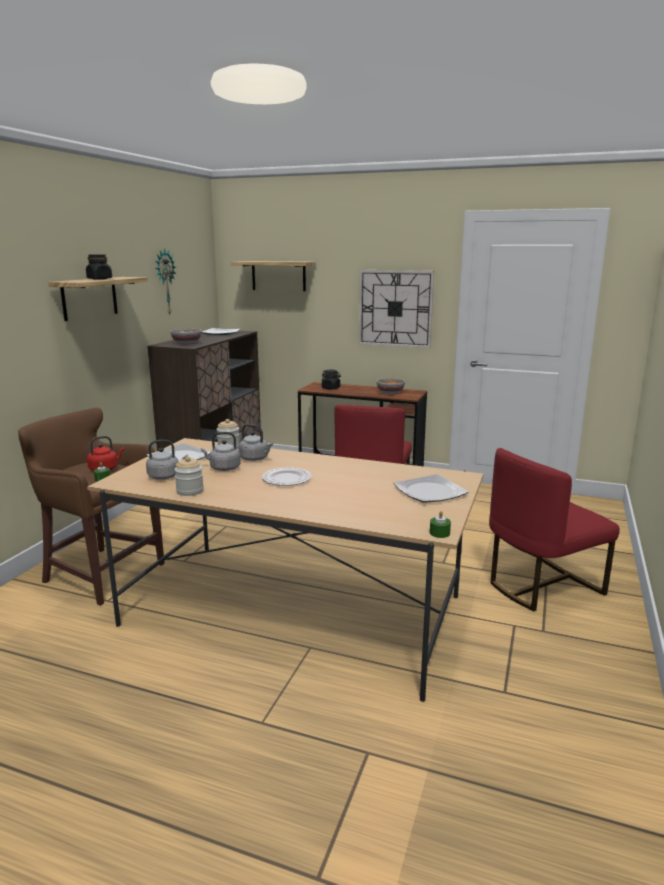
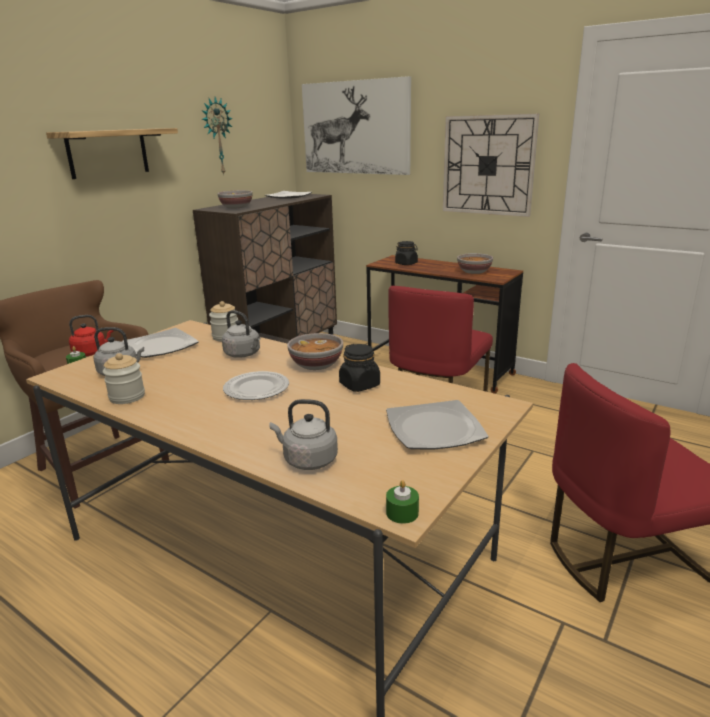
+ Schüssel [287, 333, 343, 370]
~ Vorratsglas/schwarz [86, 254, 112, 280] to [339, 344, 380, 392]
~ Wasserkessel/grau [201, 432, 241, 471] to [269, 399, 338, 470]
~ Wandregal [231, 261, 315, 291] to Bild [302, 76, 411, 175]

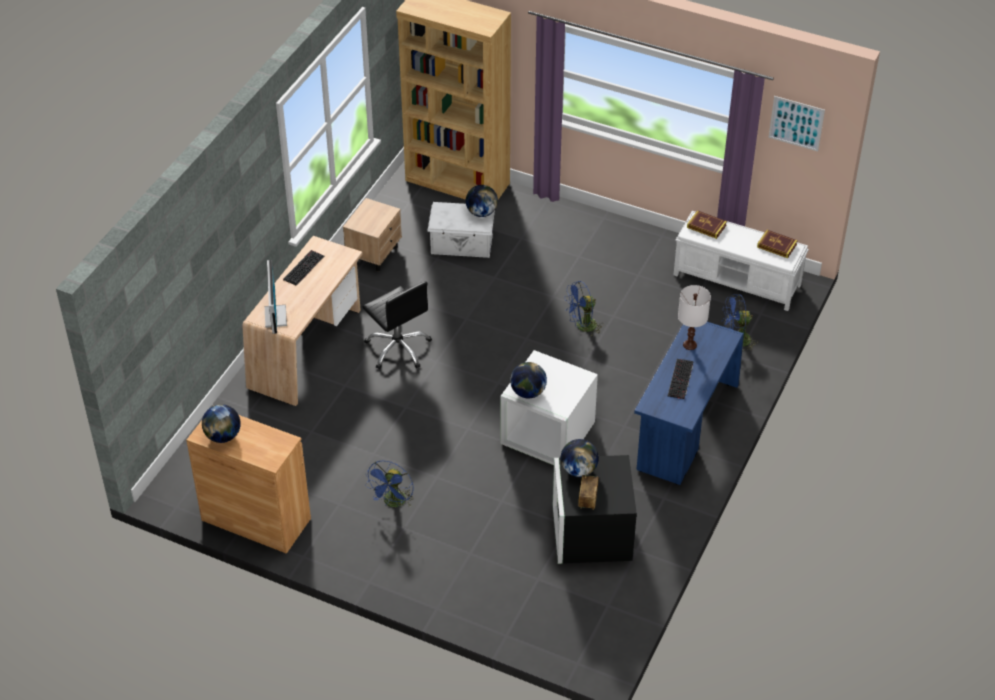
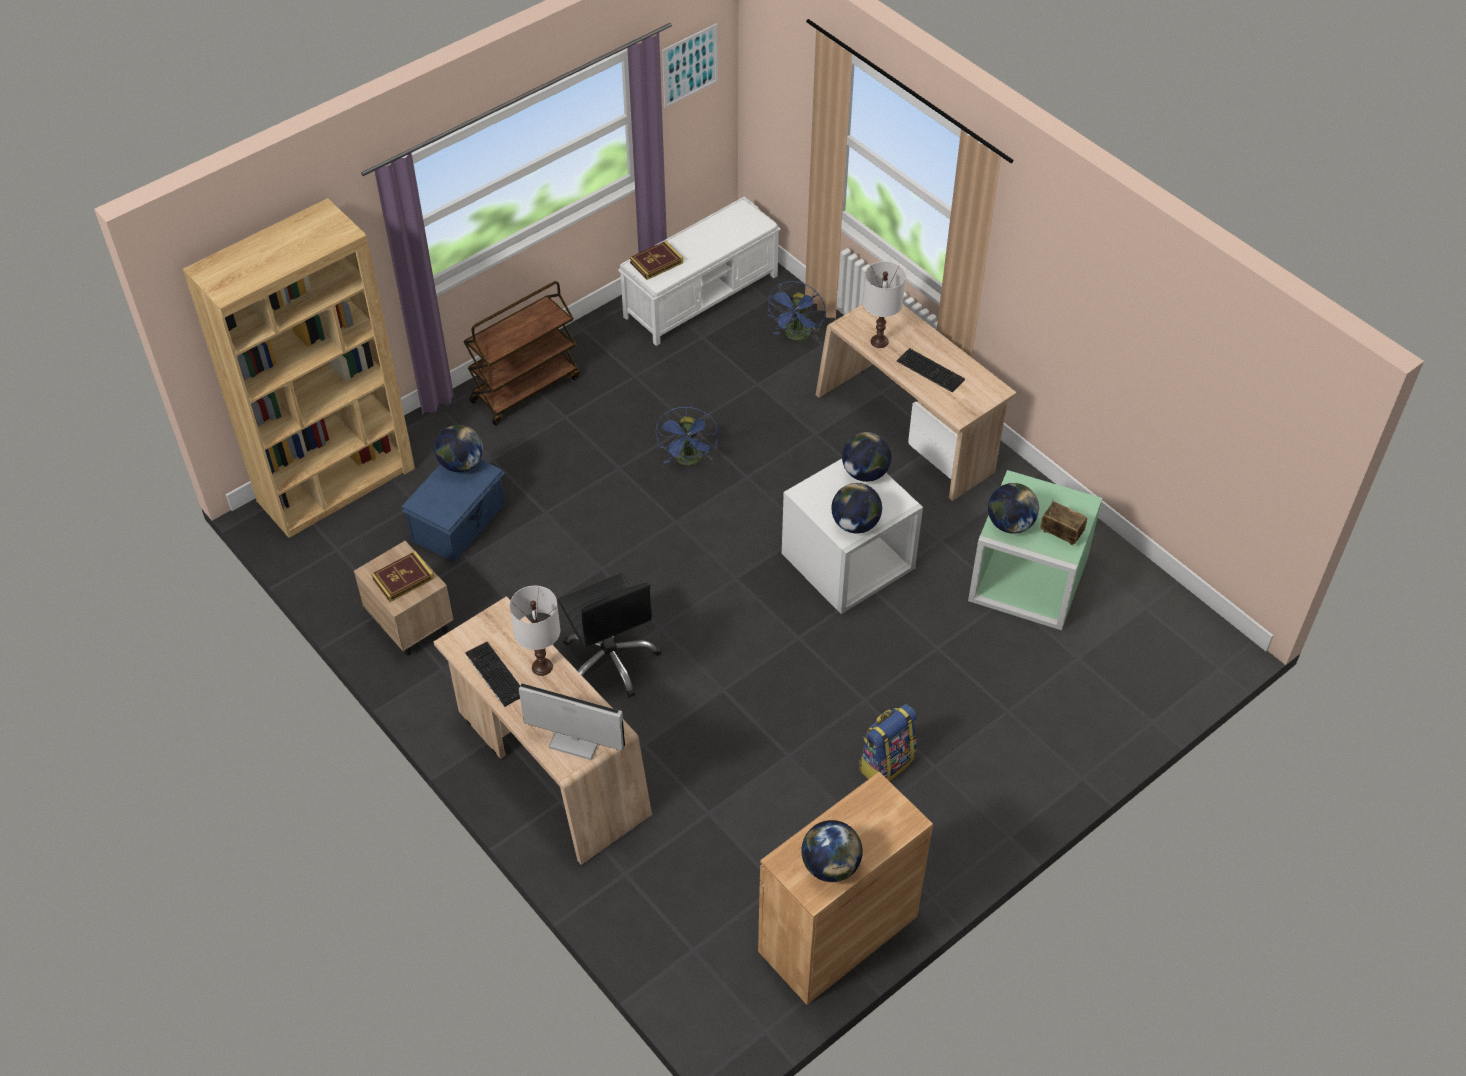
+ Rollwagen/braun [463, 281, 580, 425]
+ Tischlampe/weiß [510, 586, 560, 676]
+ Globus [842, 432, 892, 482]
~ Buch [757, 230, 798, 258] to [371, 551, 434, 602]
~ Ventilator/blau [365, 461, 414, 507] to Rucksack [859, 704, 917, 781]
~ Aufbewahrungsbox/weiß [427, 202, 495, 258] to Aufbewahrungsbox/blau [401, 459, 505, 562]
~ Aufbewahrungsbox/schwarz [553, 455, 637, 564] to Aufbewahrungsbox/grün [968, 470, 1102, 630]
~ Schreibtisch/blau [634, 322, 744, 485] to Schreibtisch/beige [816, 304, 1017, 501]
~ Bürostuhl/schwarz [363, 281, 432, 369] = [558, 573, 661, 698] 75 degrees clockwise

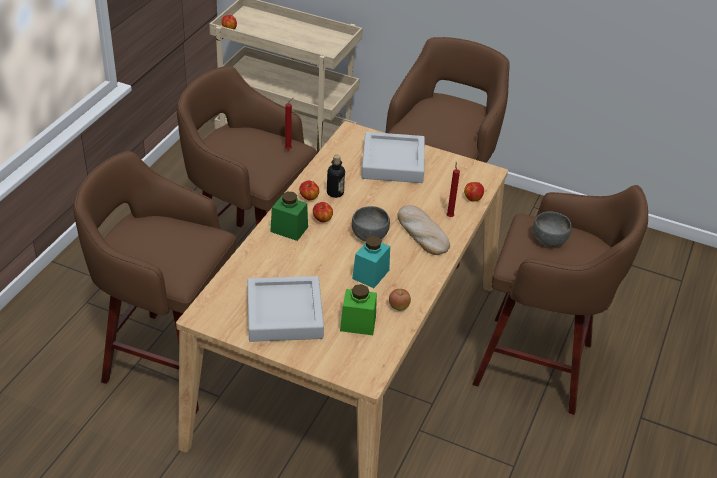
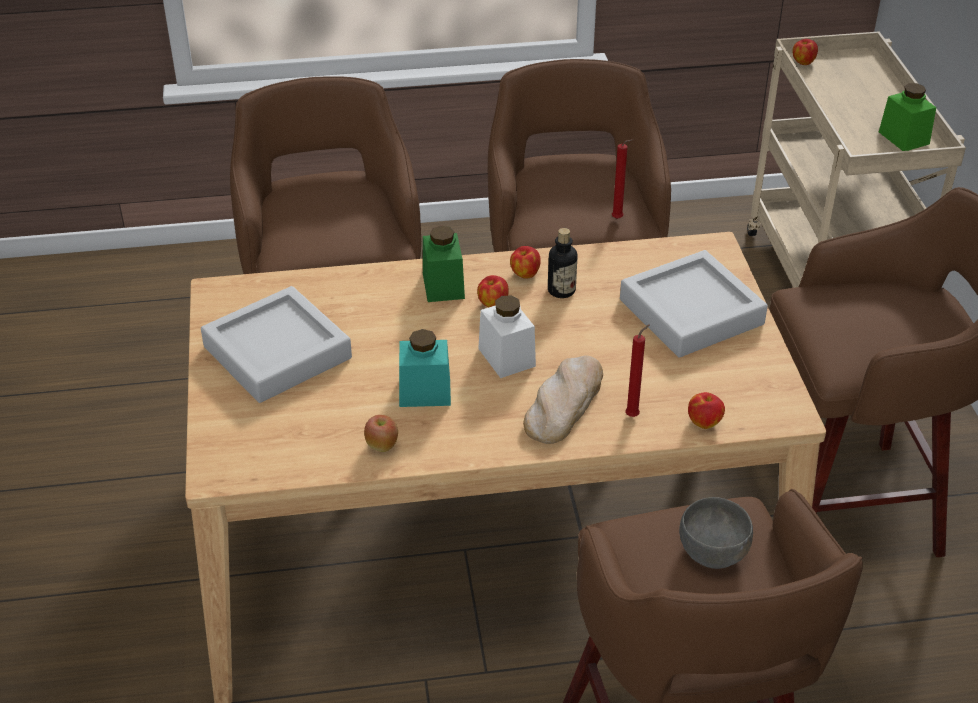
~ Vorratsglas/grün [340, 284, 377, 335] to [879, 83, 936, 151]
~ Schüssel/grau [352, 206, 390, 242] to Vorratsglas/weiß [478, 295, 536, 378]

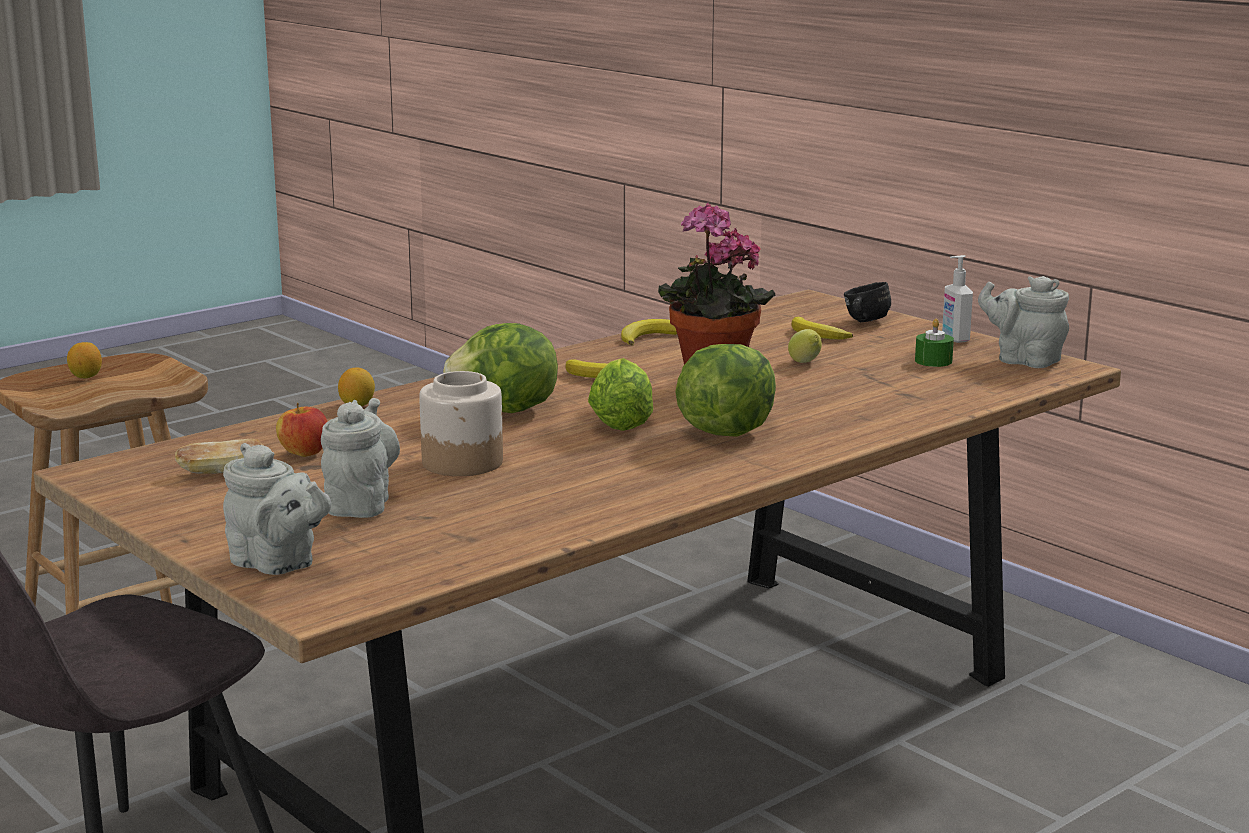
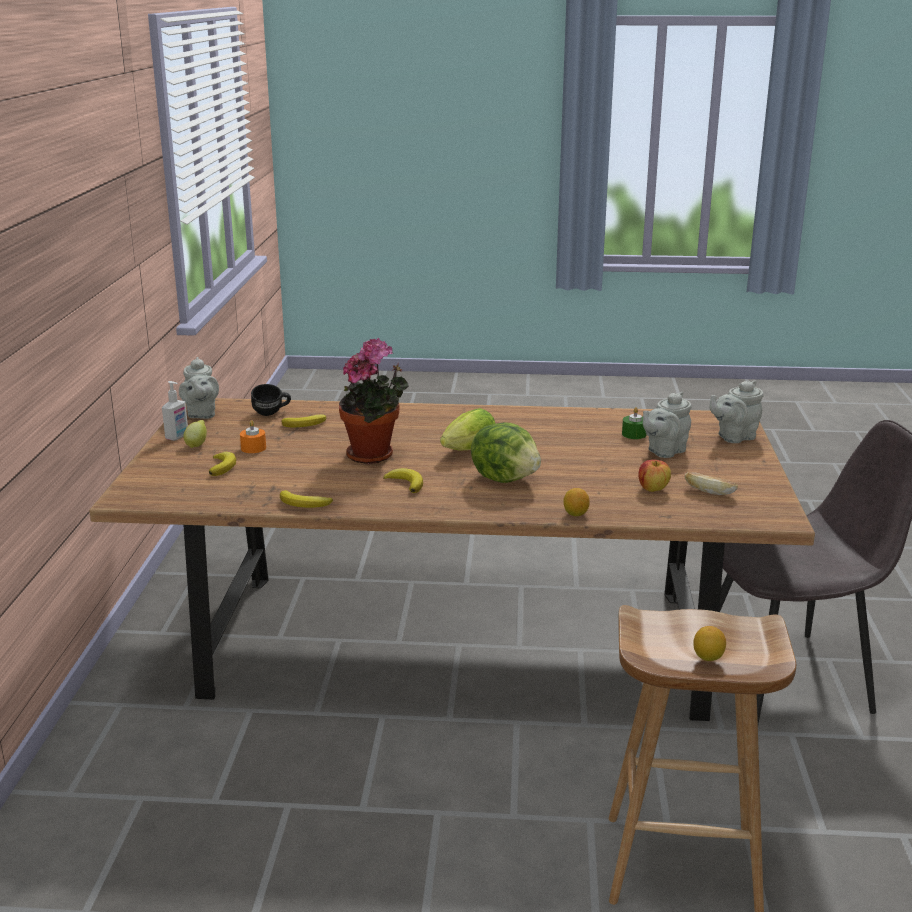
- Vorratsglas [419, 371, 503, 476]
- Salatkopf [675, 344, 776, 437]
+ Kerze/orange [240, 420, 266, 453]
+ Banane [281, 414, 326, 428]
~ Zitrone [788, 329, 822, 363] to [183, 420, 207, 448]
~ Henkelbecher/schwarz [844, 282, 891, 322] to [251, 384, 291, 416]
~ Kerze/grün [915, 318, 954, 367] to [622, 407, 646, 439]
~ Teekanne/grau [223, 443, 331, 575] = [710, 381, 764, 443] 105 degrees counterclockwise

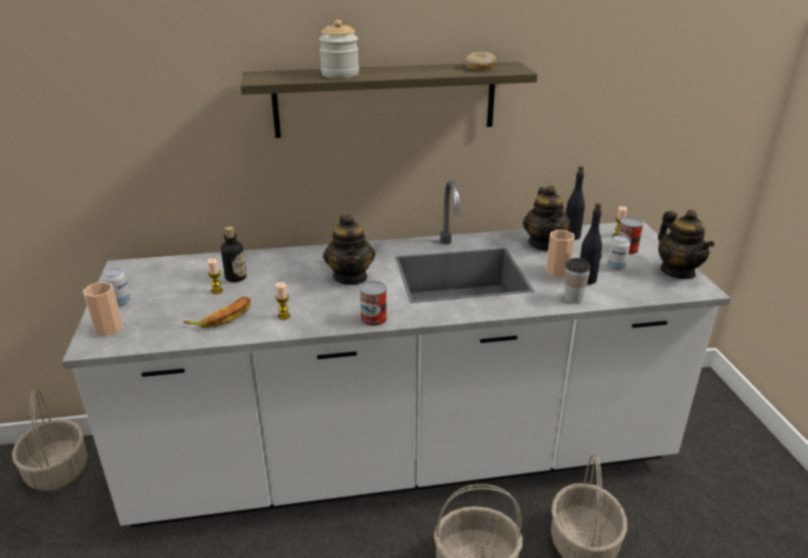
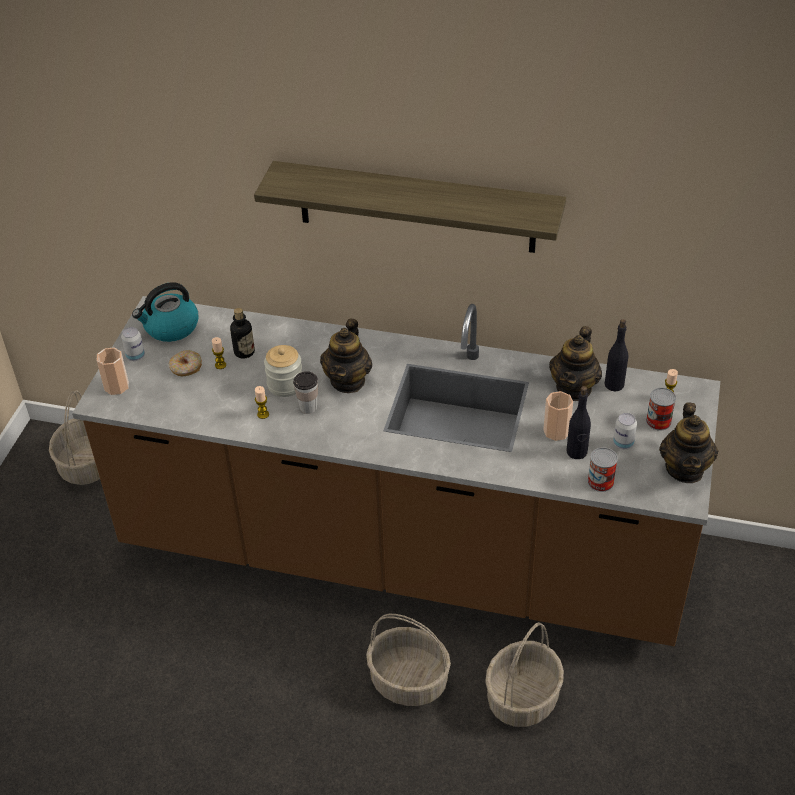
- Banane [183, 297, 251, 328]
+ Wasserkessel [132, 282, 198, 342]
~ Vorratsglas [319, 20, 359, 78] to [264, 345, 302, 397]
~ Dose [360, 281, 387, 326] to [587, 447, 618, 492]
~ Donut [464, 52, 497, 70] to [169, 350, 202, 376]
~ Tasse [564, 258, 591, 304] to [293, 371, 318, 414]
~ Küchenzeile/weiß [62, 181, 731, 527] to Küchenzeile/braun [72, 296, 720, 646]

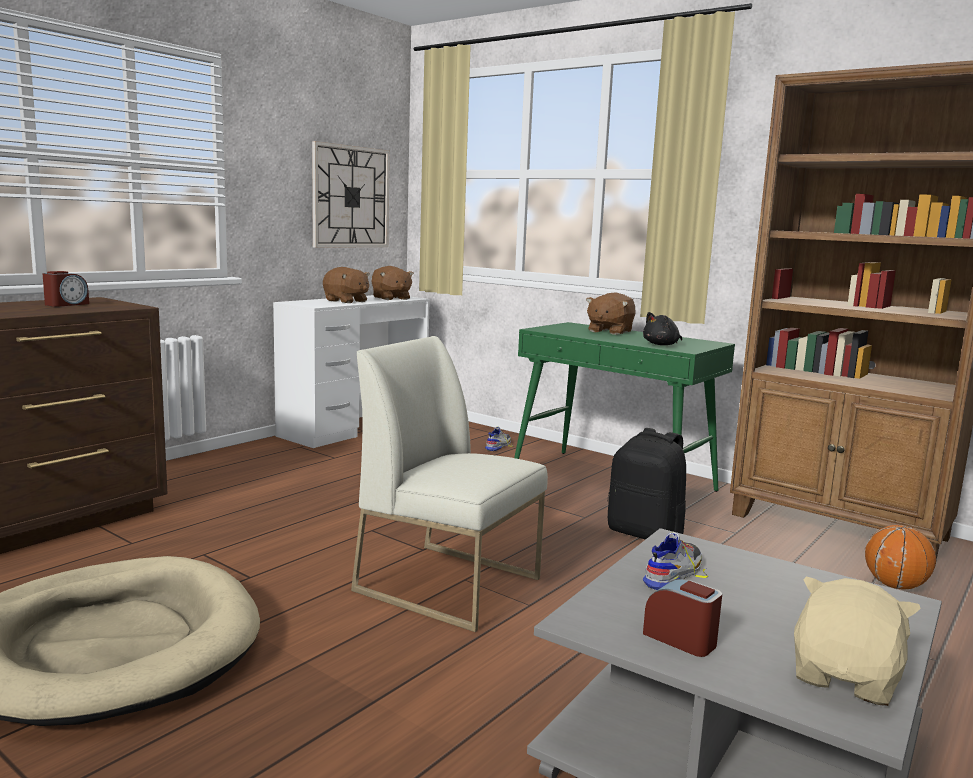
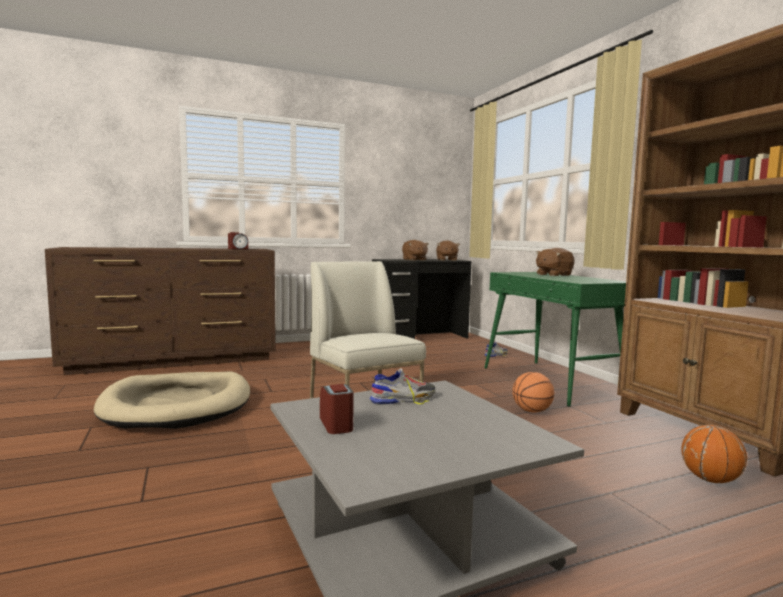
- Wanduhr [312, 141, 390, 248]
- Plüschtier/schwarz [643, 312, 682, 345]
- Plüschtier/beige [794, 576, 921, 706]
~ Rucksack/schwarz [608, 428, 686, 540] to Basketball [512, 372, 554, 412]
~ Schreibtisch/weiß [273, 295, 430, 448] to Schreibtisch/schwarz [372, 259, 471, 339]

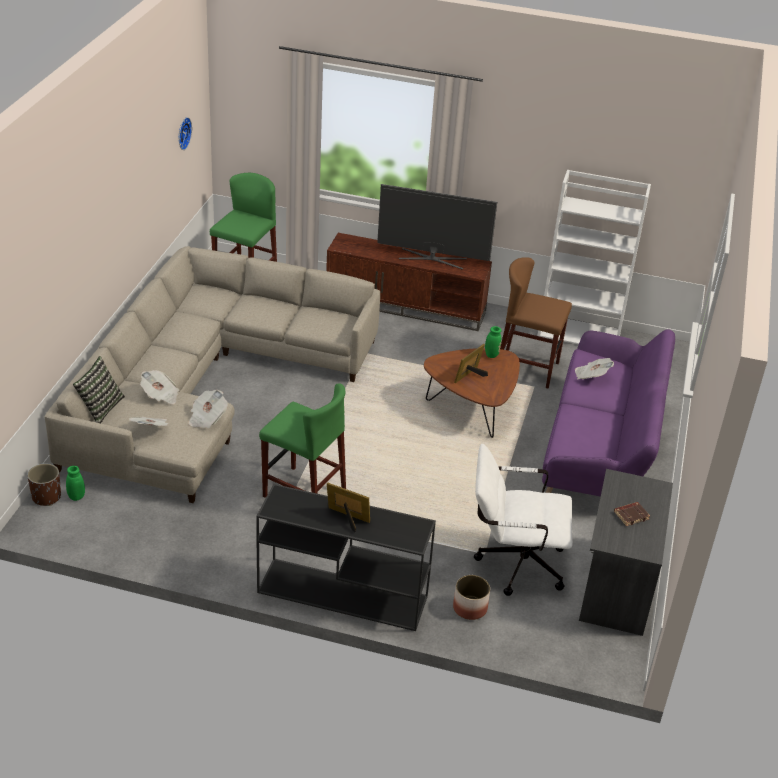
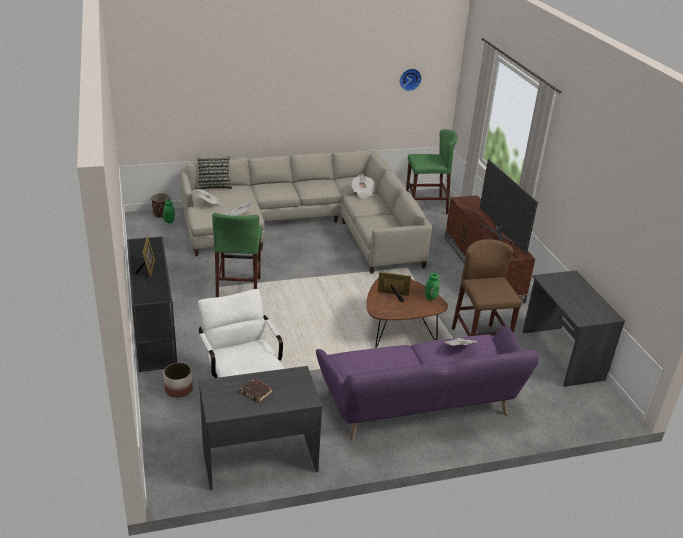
~ Zeitung [140, 370, 179, 405] to [351, 174, 375, 199]
~ Bücherregal/weiß [537, 170, 651, 344] to Schreibtisch/grau [522, 270, 625, 387]

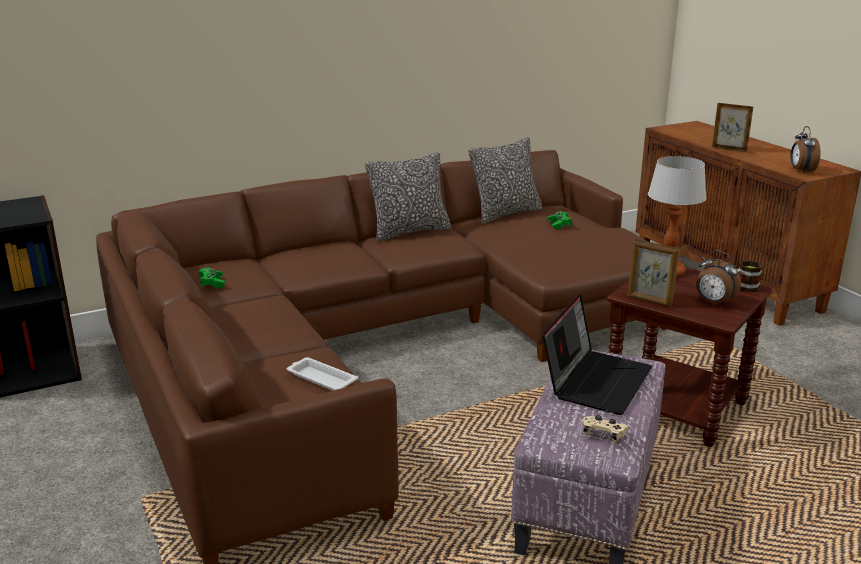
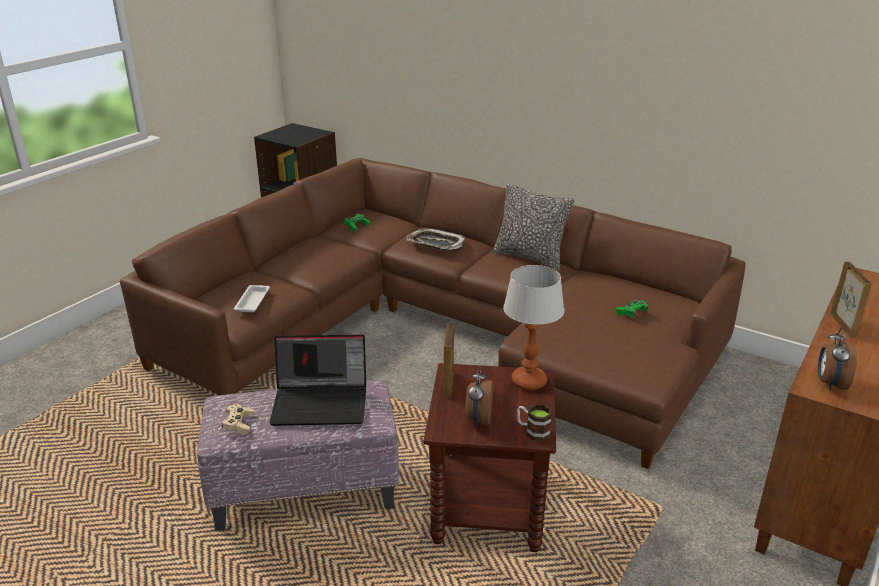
- Kissen [469, 137, 543, 224]
+ Tablett [407, 228, 465, 250]
~ Wecker [790, 126, 821, 174] = [818, 327, 856, 391] 45 degrees counterclockwise

